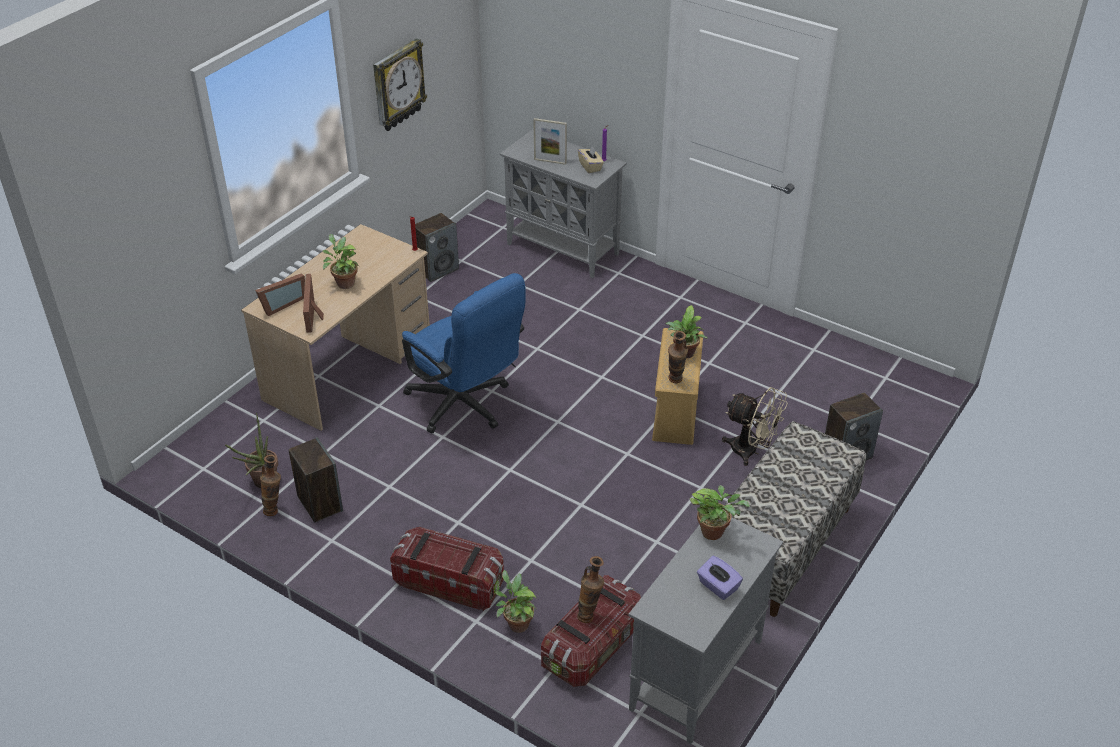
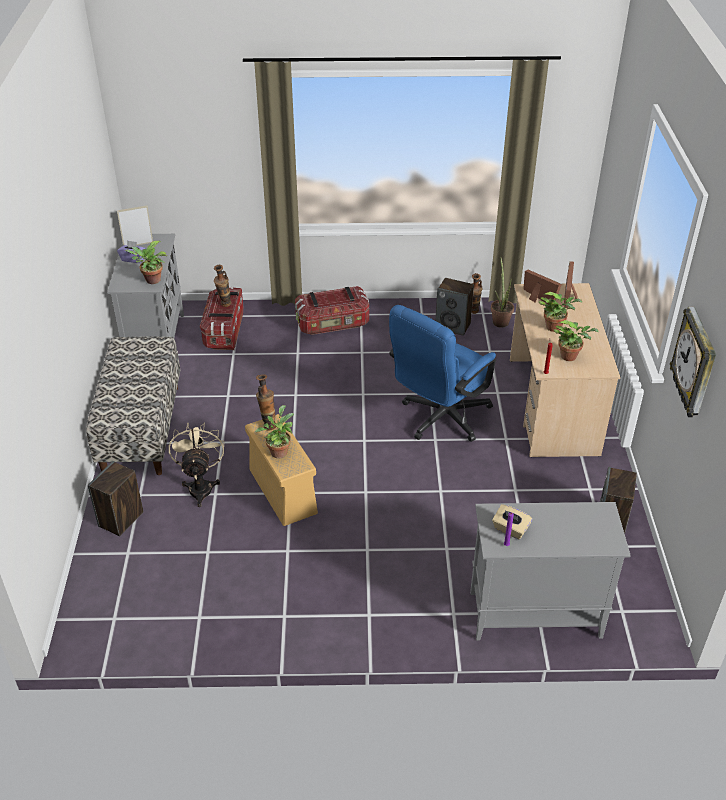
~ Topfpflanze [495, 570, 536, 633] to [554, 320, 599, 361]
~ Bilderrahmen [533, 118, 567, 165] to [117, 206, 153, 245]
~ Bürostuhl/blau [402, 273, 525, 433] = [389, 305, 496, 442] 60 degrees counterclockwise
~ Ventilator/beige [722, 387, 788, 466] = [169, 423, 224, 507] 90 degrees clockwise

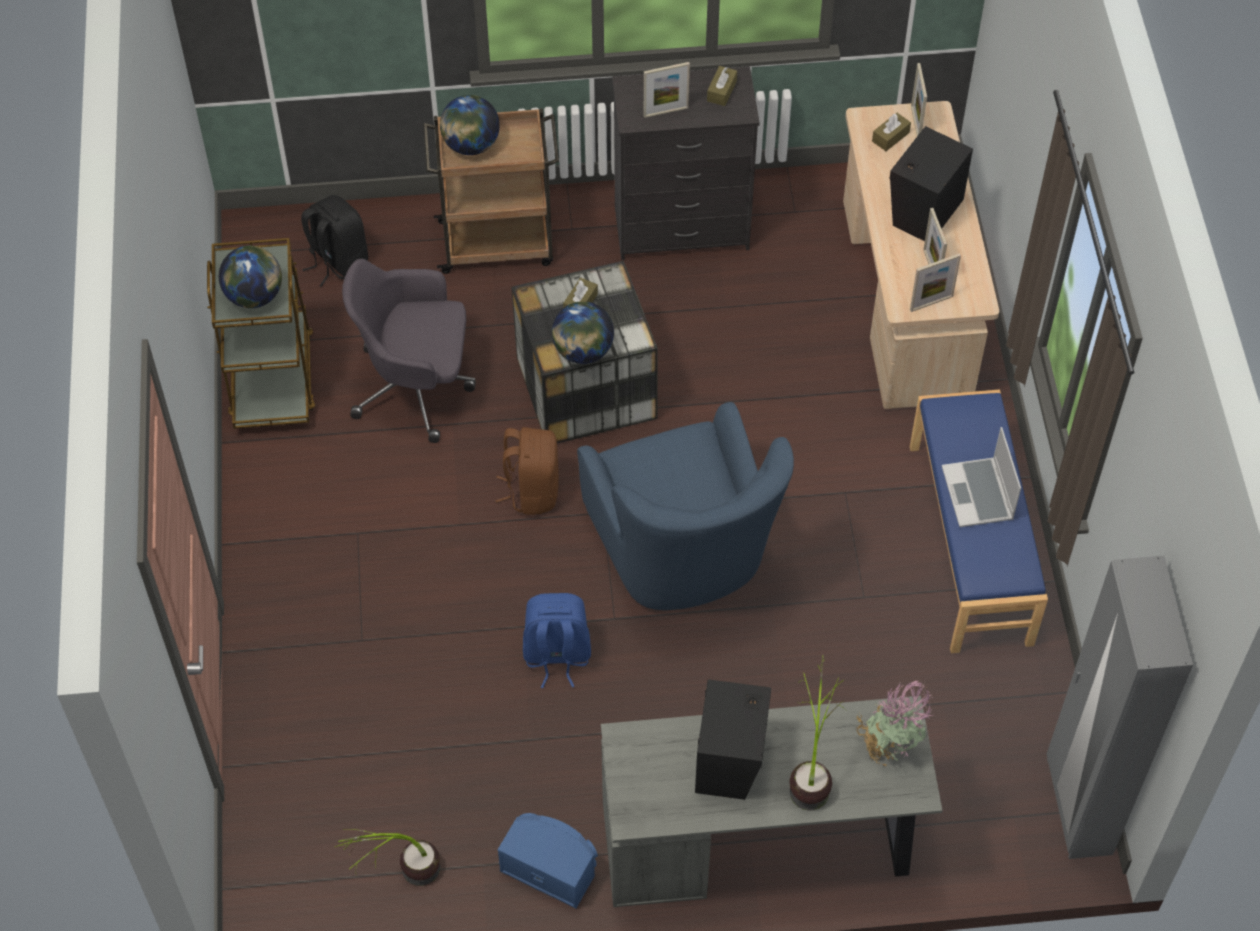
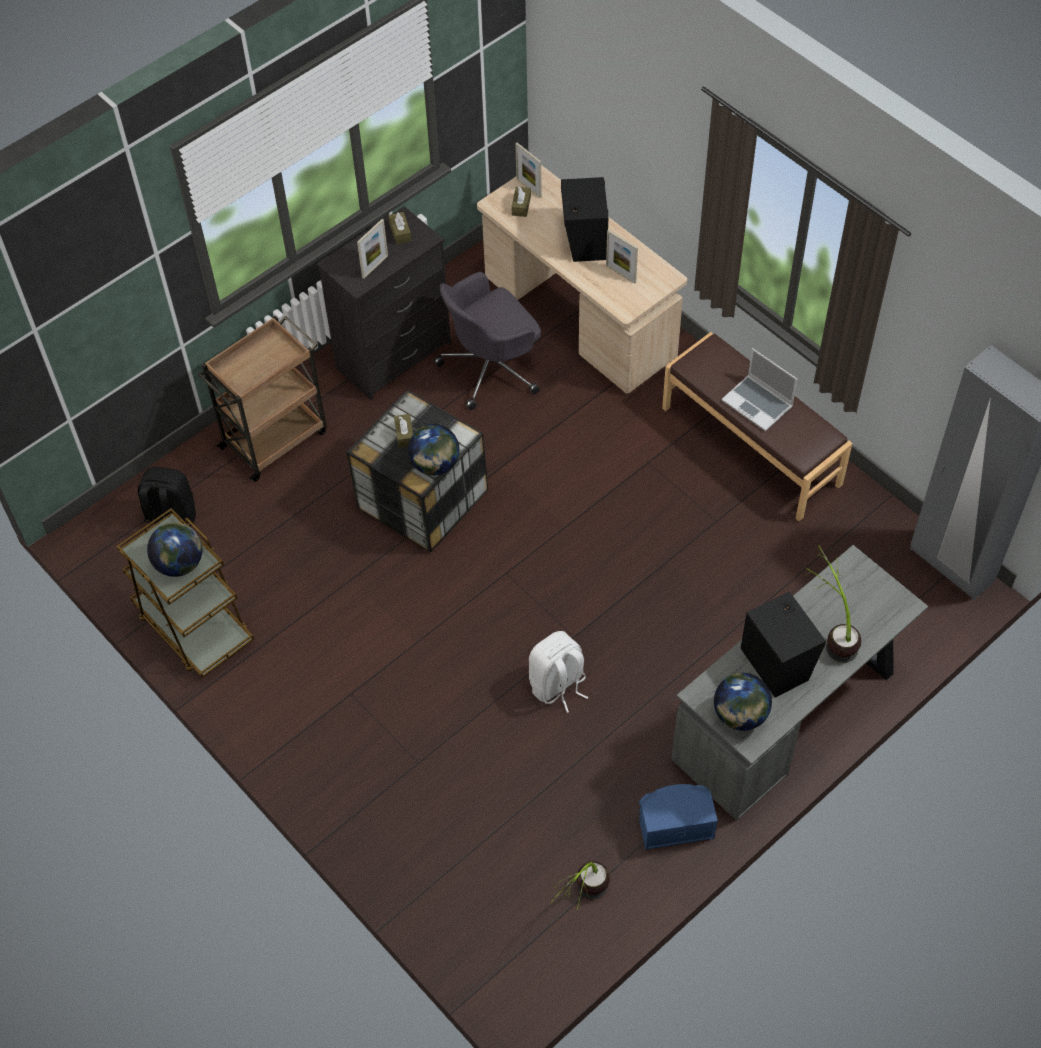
- Rucksack/braun [495, 427, 559, 515]
- Sessel/blau [577, 402, 794, 610]
- Topfpflanze [856, 681, 934, 766]
- Bilderrahmen [910, 253, 961, 312]
~ Bürostuhl/grau [342, 259, 476, 443] to [434, 272, 541, 410]
~ Globus [440, 95, 500, 155] to [714, 673, 772, 731]
~ Rucksack/blau [523, 593, 591, 688] to Rucksack/weiß [529, 631, 588, 713]
~ Bank/blau [910, 389, 1048, 653] to Bank/braun [662, 332, 853, 521]

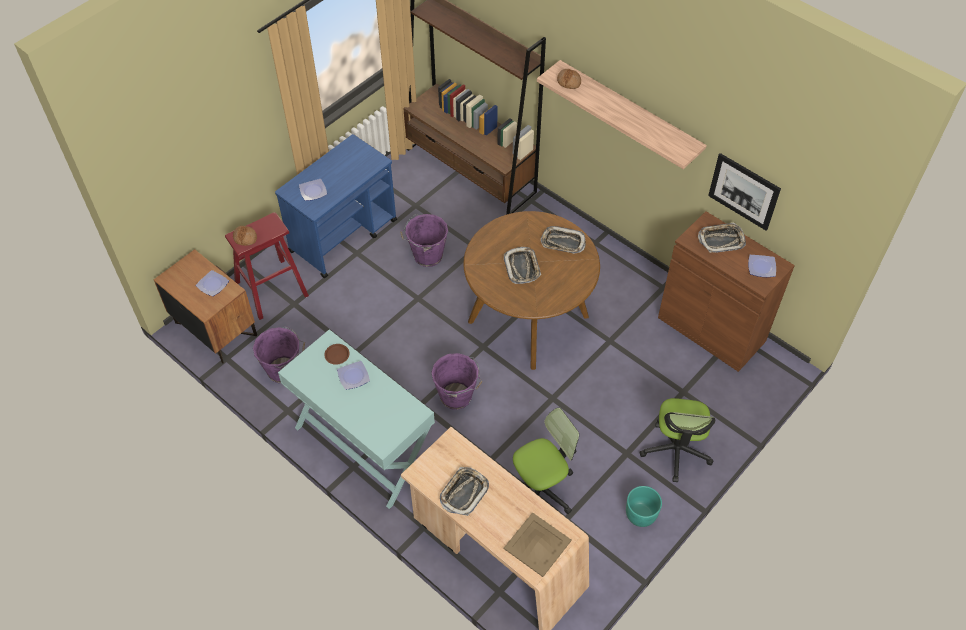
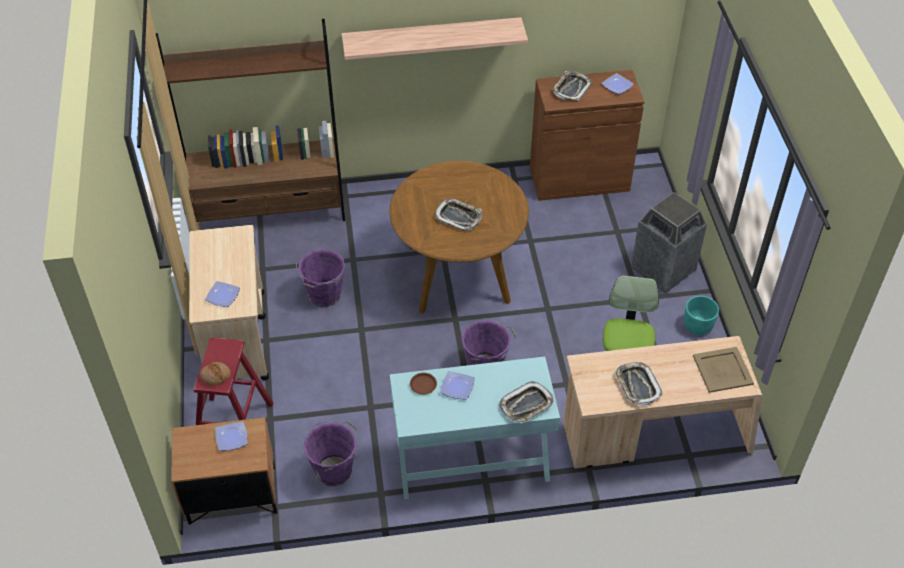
- Brot [557, 69, 581, 89]
- Bild [708, 153, 781, 231]
~ Tablett [541, 226, 586, 254] to [499, 381, 554, 423]
~ Bürostuhl [639, 398, 715, 483] to Mülleimer [631, 192, 707, 293]
~ Rollwagen/blau [275, 134, 397, 278] to Rollwagen/beige [189, 225, 269, 380]

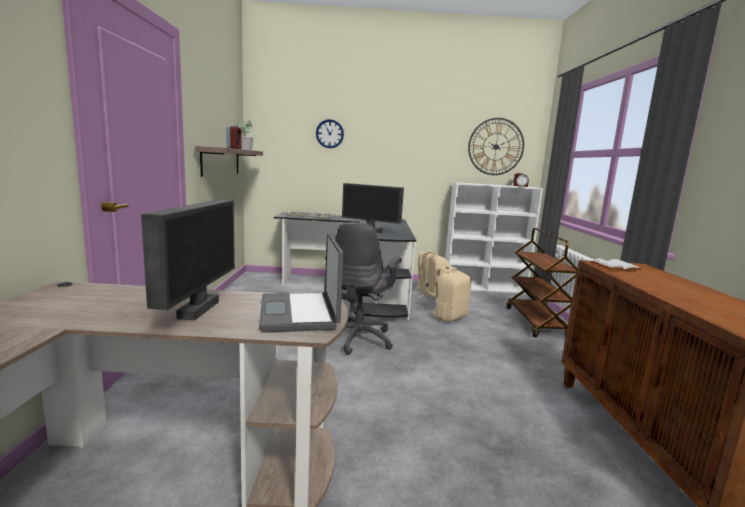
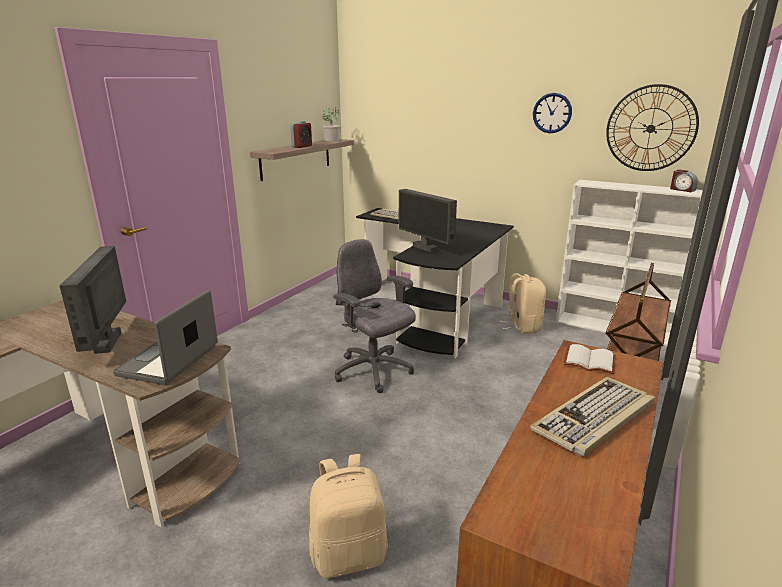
+ Tastatur [530, 377, 655, 456]
~ Wanduhr [316, 119, 344, 148] to [533, 93, 572, 133]
~ Rucksack/beige [428, 266, 471, 322] to [309, 454, 388, 578]
~ Monitor [141, 199, 235, 321] = [60, 246, 126, 354] 135 degrees clockwise
~ Bürostuhl/grau [325, 222, 402, 355] = [333, 239, 416, 393] 90 degrees clockwise

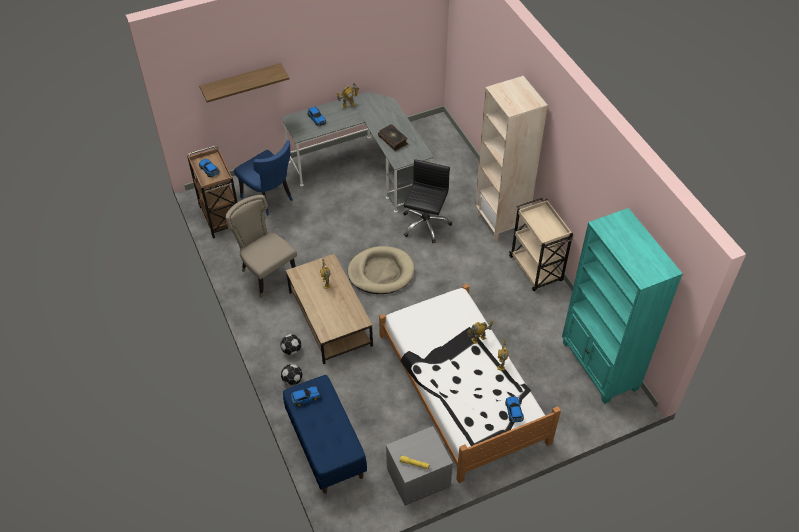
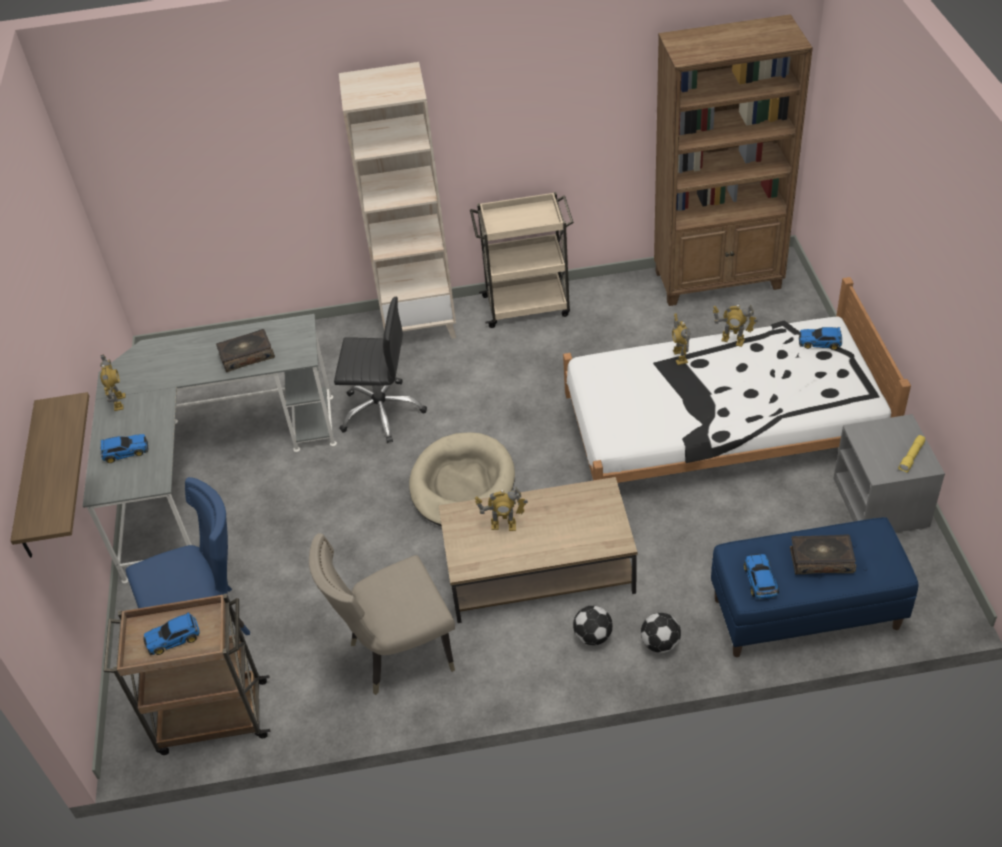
+ Buch [790, 534, 856, 574]
~ Bücherregal/türkis [562, 208, 683, 404] to Bücherregal/braun [654, 14, 813, 306]
~ Bürostuhl/schwarz [403, 159, 452, 243] = [334, 296, 427, 443] 150 degrees clockwise

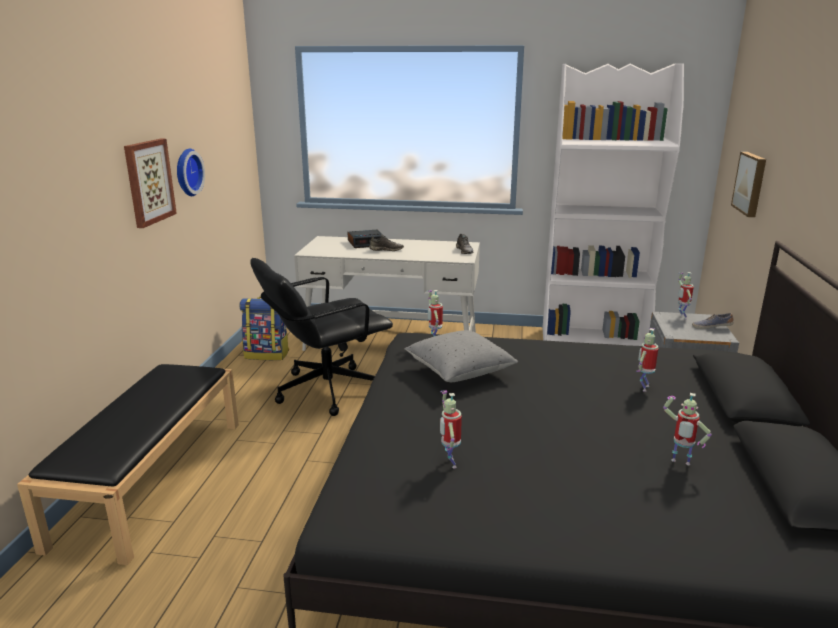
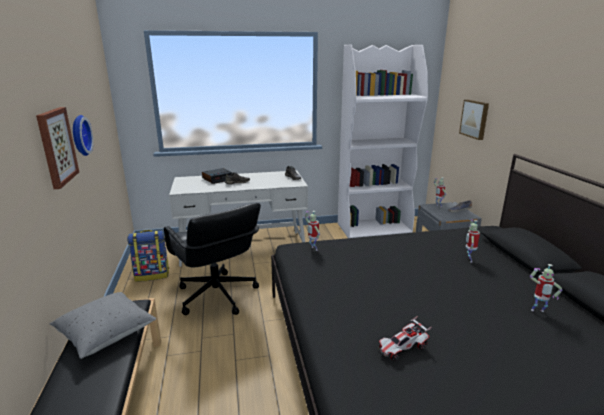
~ Kissen/grau [405, 330, 518, 382] to [50, 292, 156, 359]
~ Spielzeugroboter [440, 390, 462, 469] to Spielzeugauto [378, 316, 432, 361]
~ Bürostuhl/schwarz [250, 258, 393, 416] = [164, 203, 261, 315] 75 degrees counterclockwise

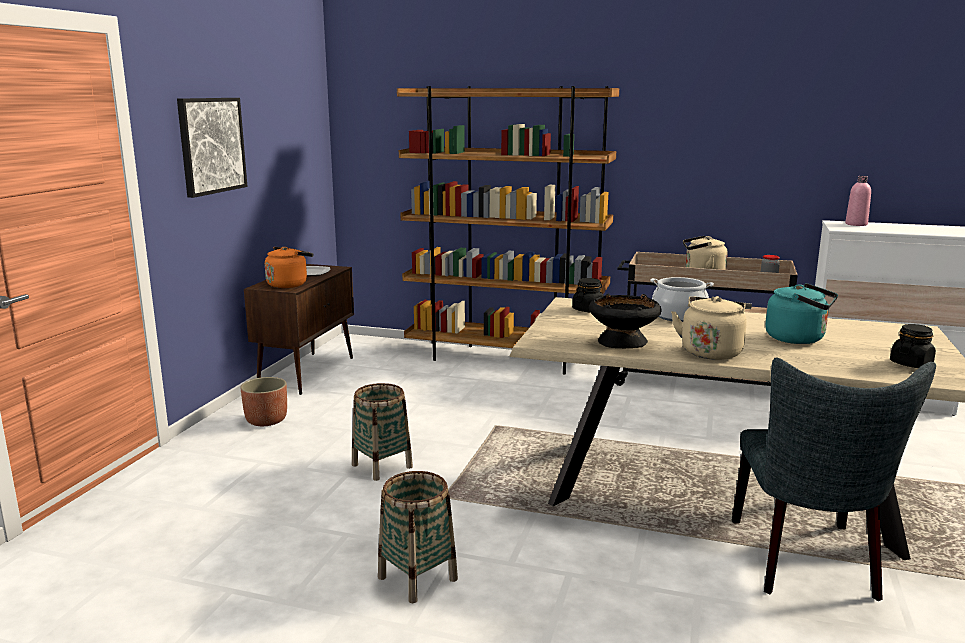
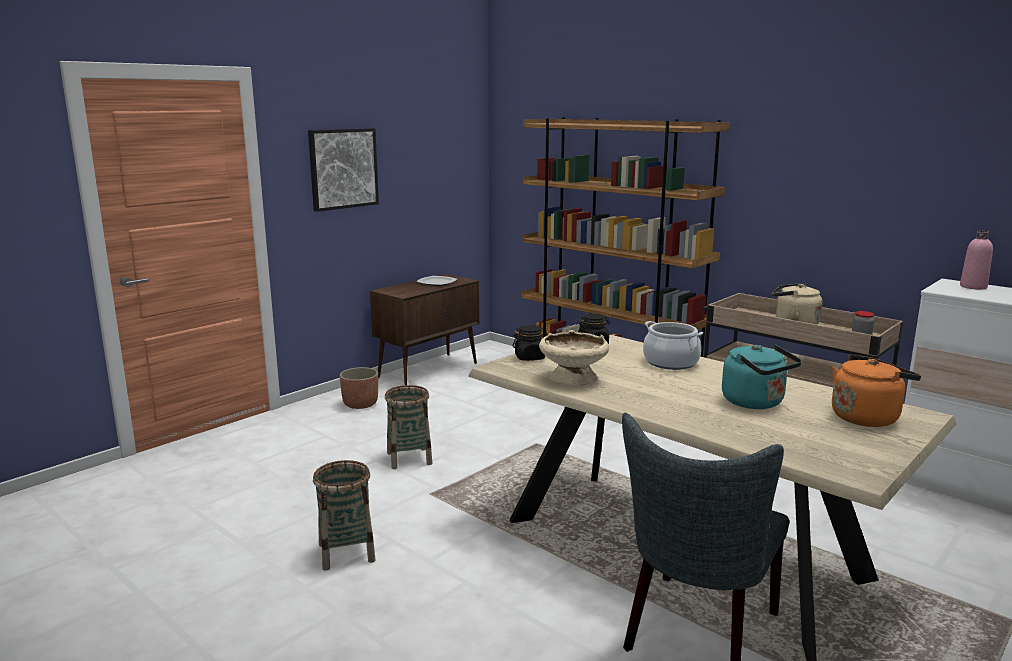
- Wasserkessel/beige [671, 296, 752, 360]
~ Wasserkessel/orange [265, 247, 314, 288] to [832, 355, 921, 427]
~ Vorratsglas/schwarz [890, 324, 936, 368] to [513, 325, 548, 361]
~ Schüssel/schwarz [589, 293, 662, 348] to Schüssel/beige [539, 330, 609, 386]

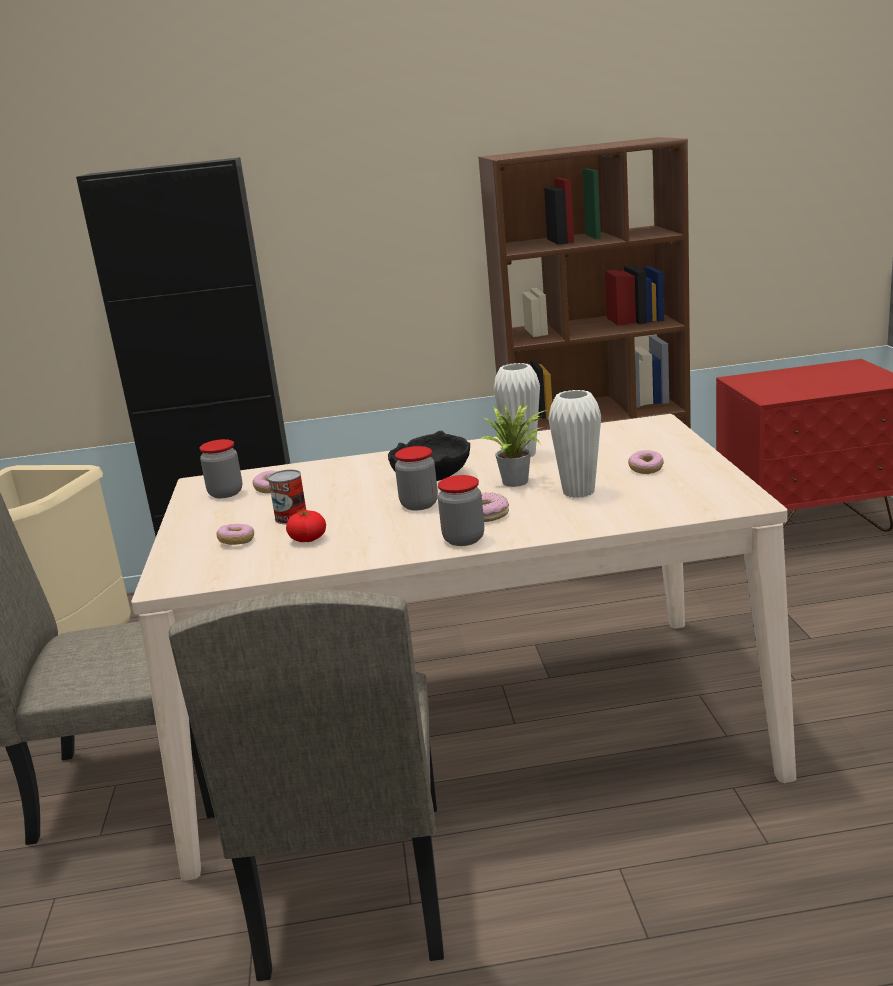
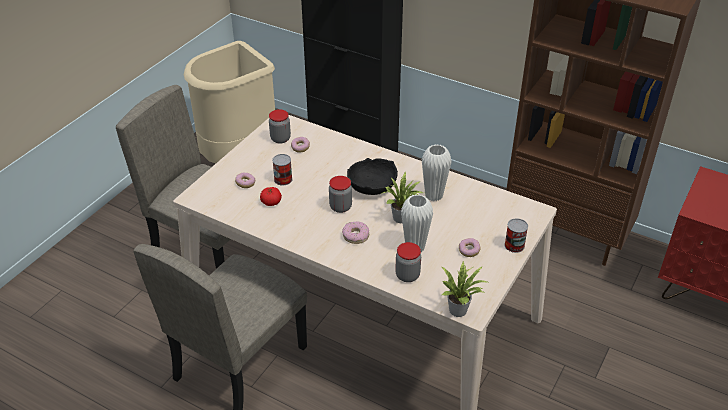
+ Topfpflanze [441, 261, 487, 317]
+ Dose [505, 218, 528, 253]
~ Vorratsglas [438, 475, 484, 546] to [395, 242, 421, 282]

